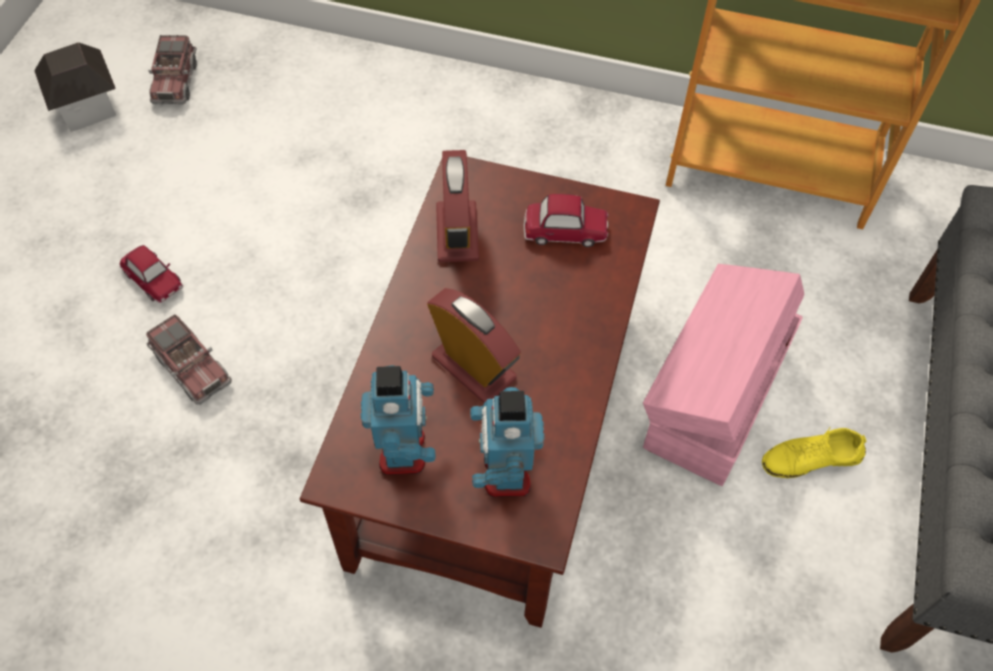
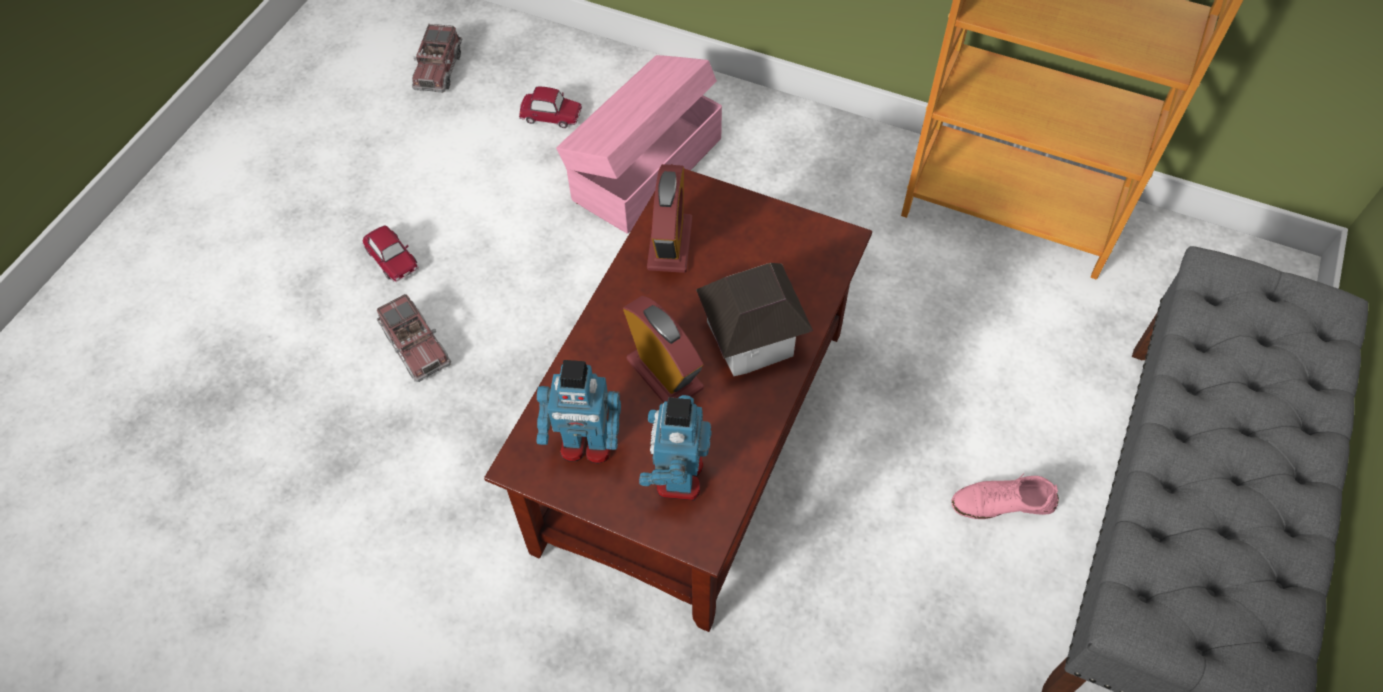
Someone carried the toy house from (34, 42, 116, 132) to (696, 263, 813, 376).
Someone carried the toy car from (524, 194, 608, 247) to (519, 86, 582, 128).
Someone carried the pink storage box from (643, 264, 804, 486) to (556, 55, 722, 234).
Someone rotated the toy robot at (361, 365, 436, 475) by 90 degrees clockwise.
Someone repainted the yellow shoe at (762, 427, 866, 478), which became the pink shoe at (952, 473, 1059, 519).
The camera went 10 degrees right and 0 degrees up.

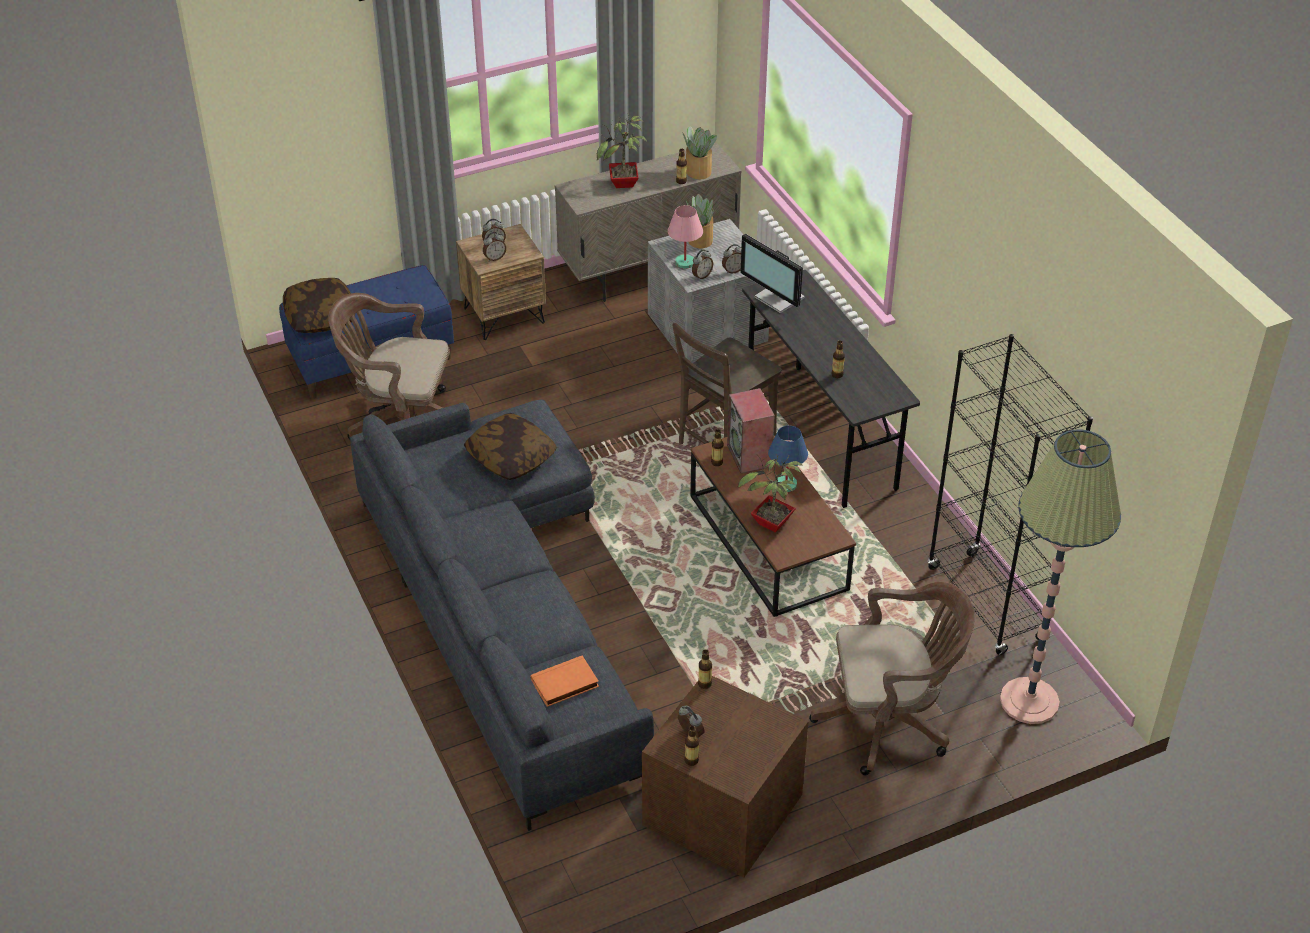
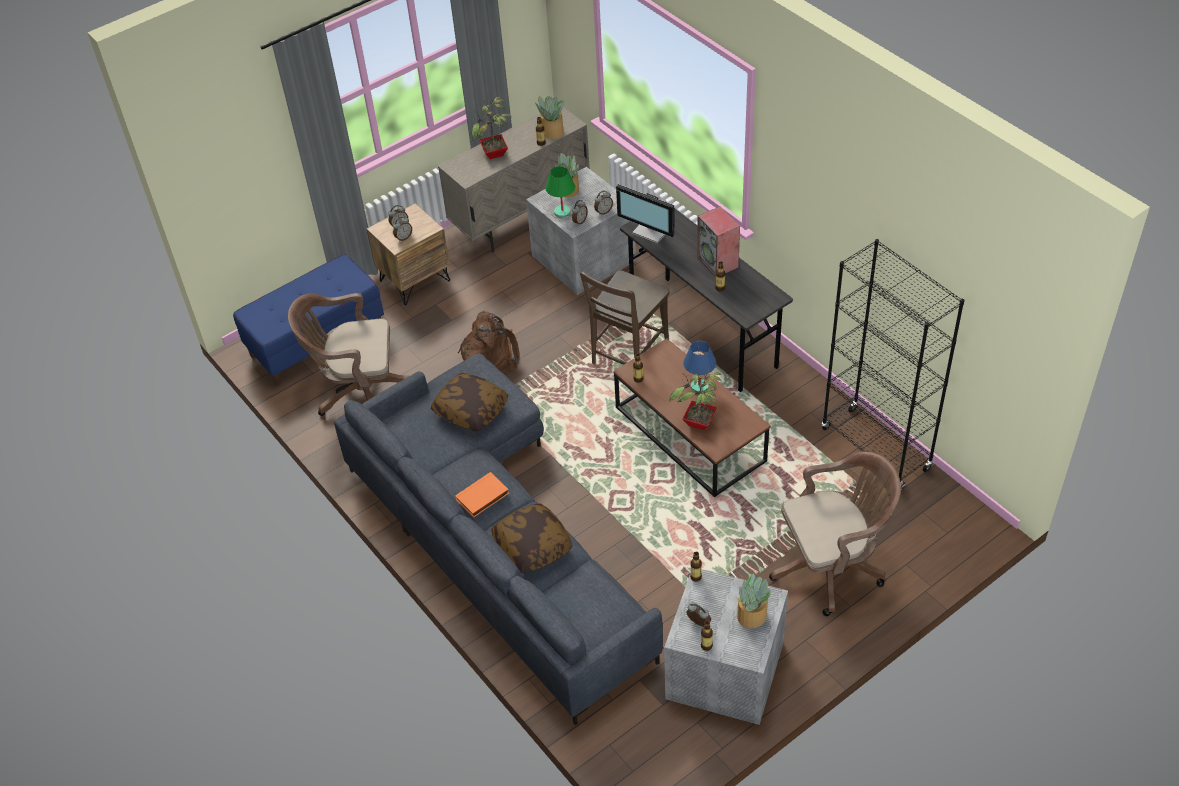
Someone repainted the pink table lamp at (668, 205, 703, 269), which became the green table lamp at (545, 166, 575, 218).
Someone carried the pillow from (283, 278, 355, 333) to (491, 503, 573, 573).
Someone carried the speaker from (727, 388, 775, 473) to (697, 206, 740, 277).
Someone took away the floor lamp at (1000, 429, 1121, 724).
Someone carried the orange book from (531, 655, 599, 707) to (455, 472, 509, 517).
Someone repainted the brown storage box at (642, 676, 809, 877), which became the grey storage box at (664, 569, 788, 725).
Someone put down the brown backpack at (458, 311, 520, 372).
Someone put down the potted plant at (735, 573, 770, 628).
The camera went 10 degrees left and 5 degrees up.

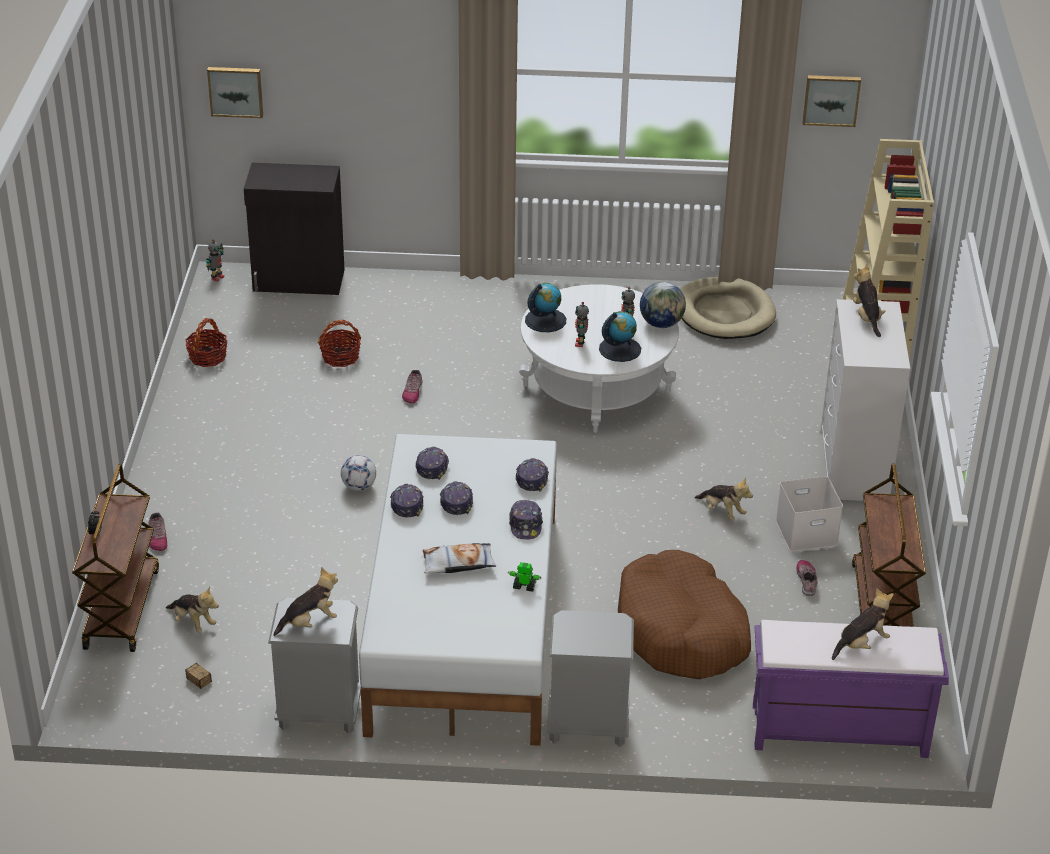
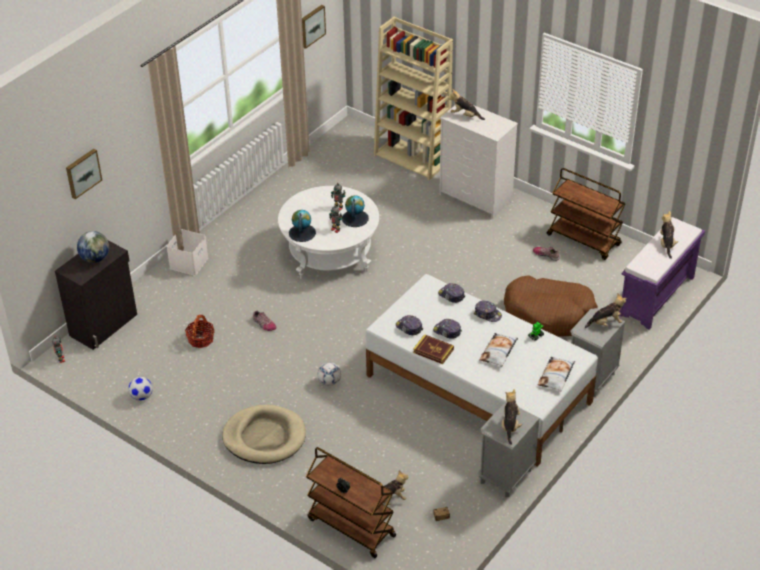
Someone carried the picture from (207, 67, 263, 118) to (66, 149, 102, 199).
Someone carried the beige dog bed from (680, 277, 776, 339) to (222, 405, 306, 464).
Someone carried the globe from (640, 282, 686, 328) to (77, 231, 109, 263).
Someone swapped the basket at (186, 318, 227, 367) for the football at (129, 377, 153, 401).
Someone carried the white storage box from (776, 476, 843, 552) to (166, 229, 208, 276).
Someone carried the plush toy from (694, 477, 753, 520) to (585, 293, 626, 328).
Someone swapped the cap at (390, 484, 424, 518) for the book at (413, 334, 454, 364).
Someone took away the shoe at (149, 513, 167, 551).
Someone put down the pillow at (538, 357, 575, 391).
The camera went 55 degrees left and 5 degrees up.

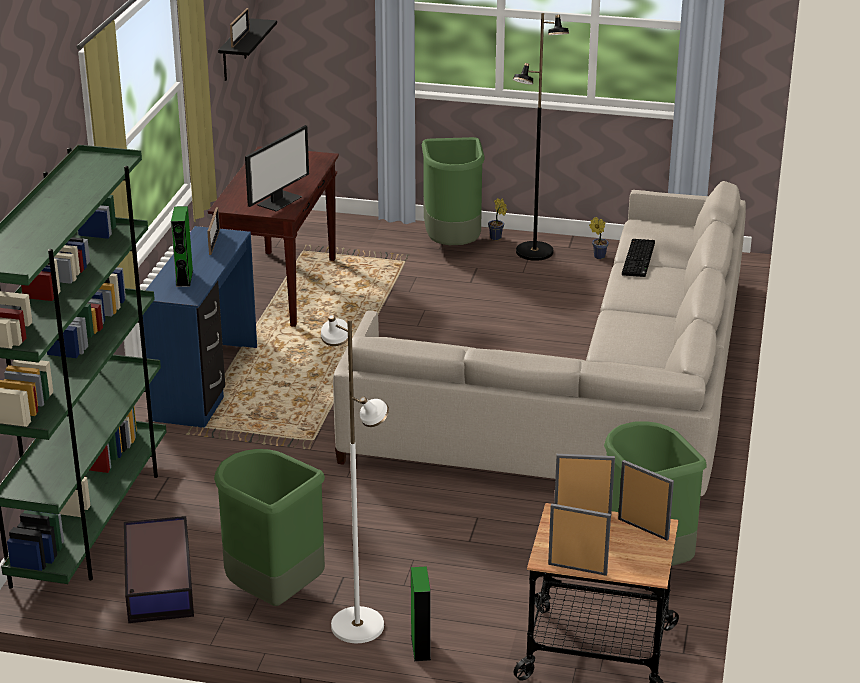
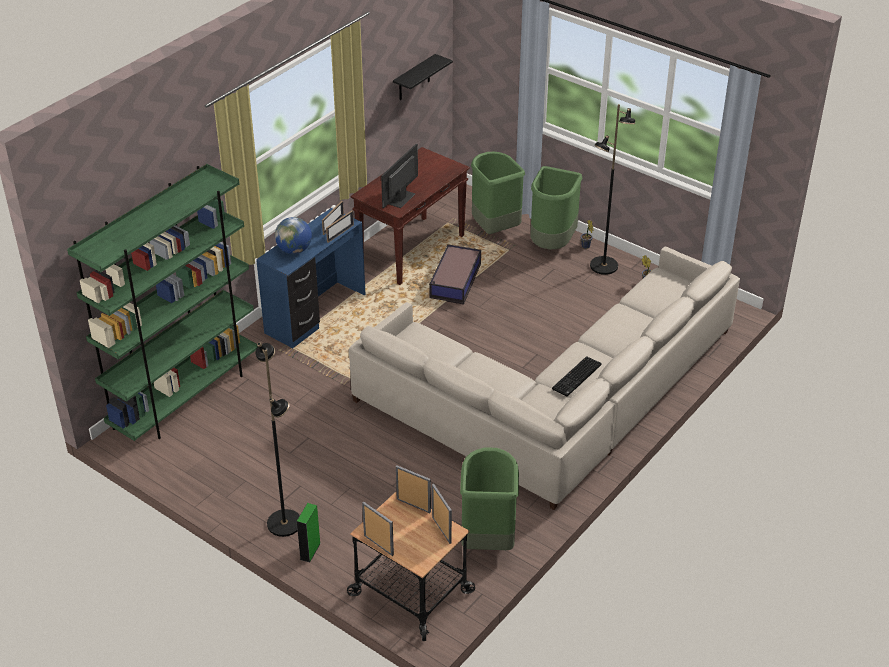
Someone carried the picture frame from (230, 8, 250, 48) to (326, 210, 354, 243).
Someone rotated the monitor at (245, 125, 309, 212) by 150 degrees clockwise.
Someone swapped the green speaker at (171, 206, 193, 287) for the globe at (275, 217, 312, 254).
Someone carried the keyboard from (622, 239, 655, 277) to (552, 356, 601, 396).
Someone repainted the white floor lamp at (321, 314, 389, 643), which became the black floor lamp at (255, 342, 300, 537).
Someone carried the green trash can from (214, 449, 325, 606) to (471, 152, 525, 234).
Someone carried the storage box from (124, 516, 194, 623) to (429, 244, 481, 305).
The camera went 25 degrees right and 10 degrees up.

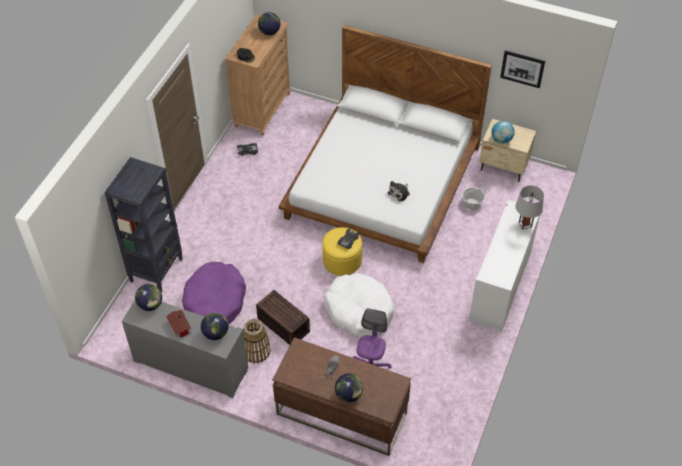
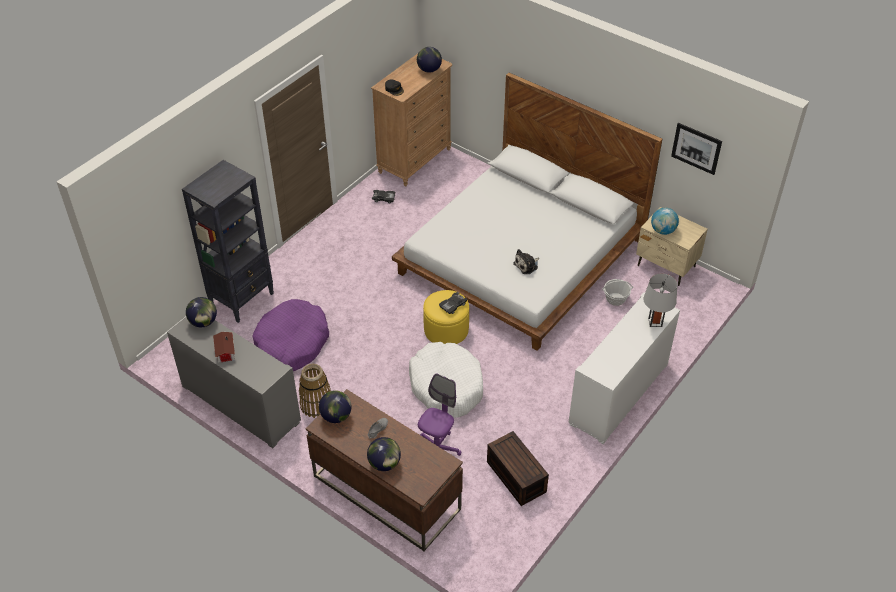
Someone carried the brown storage box from (256, 290, 310, 345) to (487, 431, 549, 506).
Someone carried the globe from (201, 313, 228, 340) to (319, 390, 352, 423).
The camera went 15 degrees right and 5 degrees down.

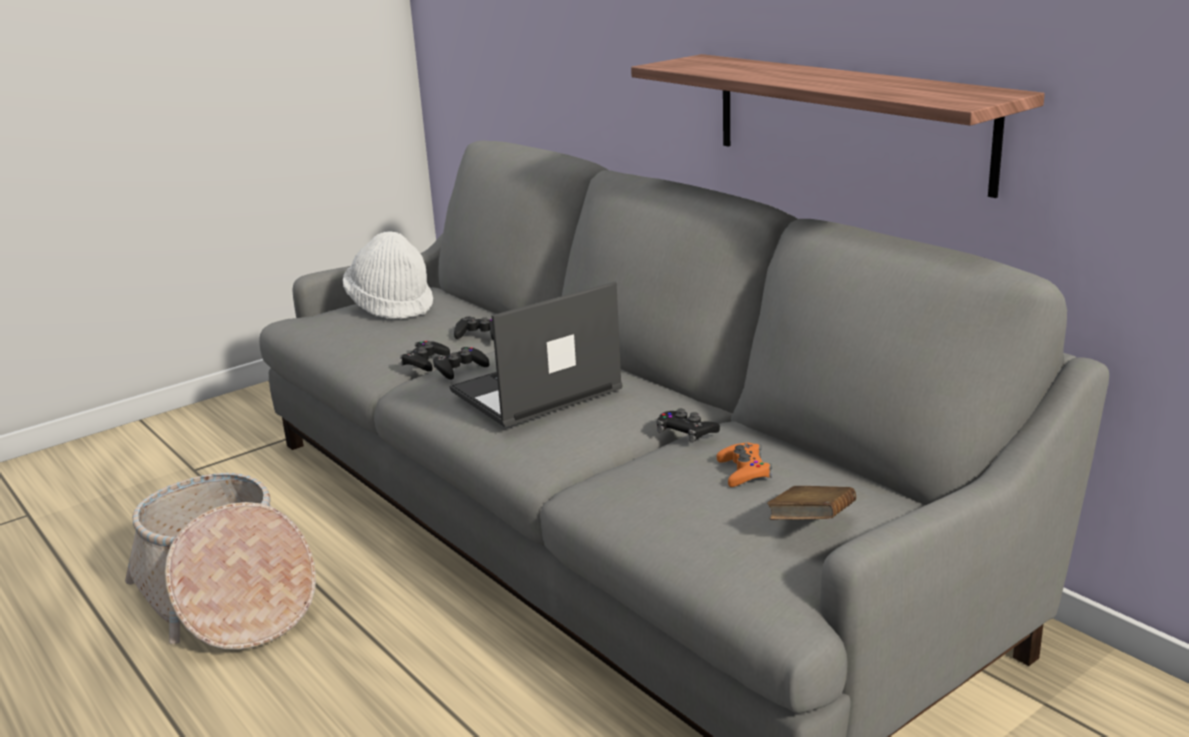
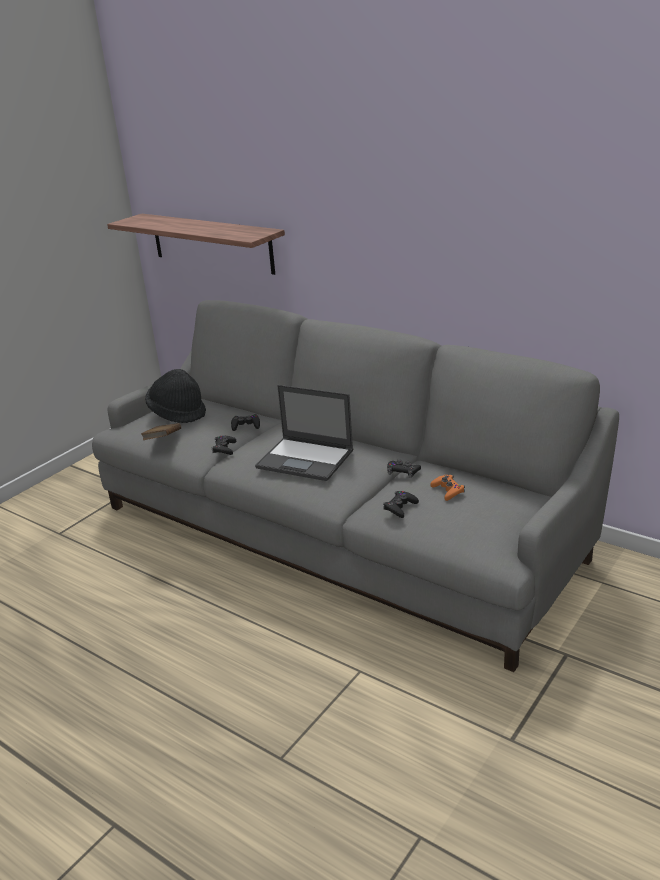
Someone carried the shelf from (631, 54, 1045, 198) to (107, 214, 285, 275).
Someone repainted the white hat at (343, 231, 433, 320), which became the black hat at (145, 369, 206, 423).
Someone rotated the laptop at (450, 282, 623, 427) by 105 degrees counterclockwise.
Someone carried the black game controller from (433, 347, 489, 380) to (383, 491, 419, 518).
Someone took away the basket at (125, 473, 316, 650).
Someone carried the brown book from (767, 486, 856, 520) to (141, 423, 181, 440).
The camera went 15 degrees left and 5 degrees up.

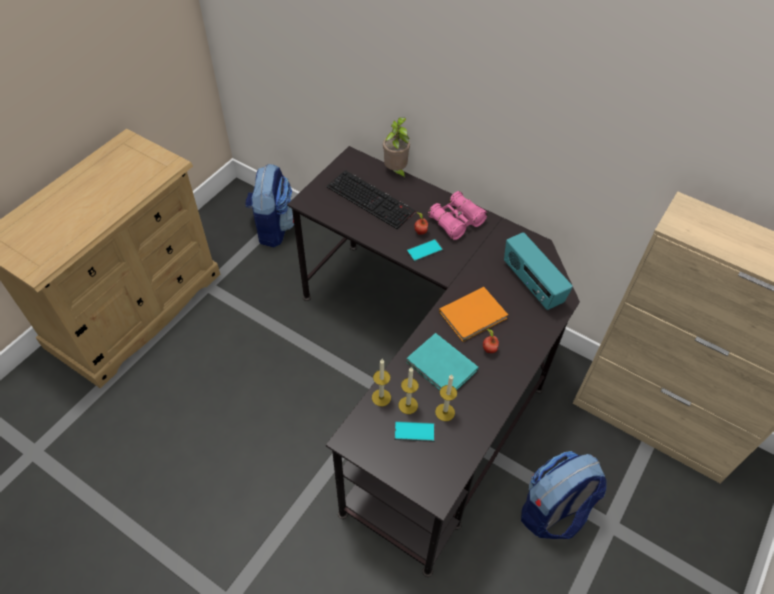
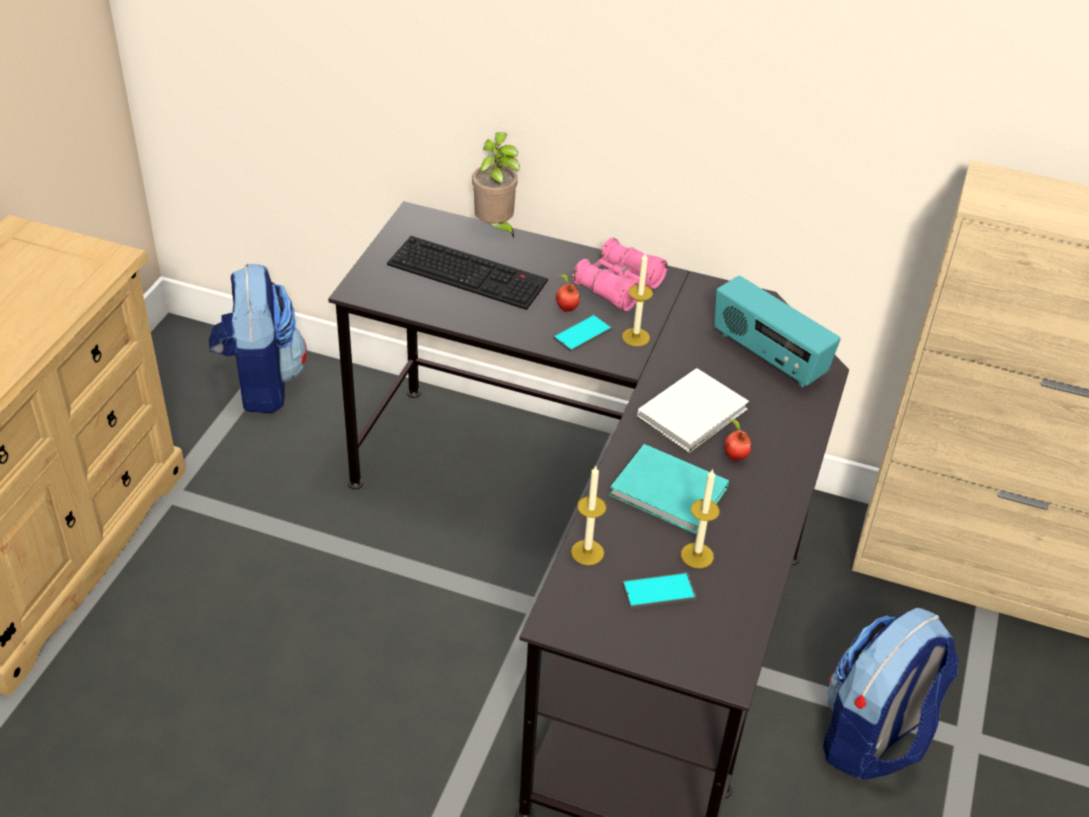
Someone repainted the orange book at (439, 287, 508, 342), which became the white book at (637, 368, 749, 453).
Someone carried the candle from (399, 367, 419, 414) to (622, 252, 653, 347).
The camera went 15 degrees left and 10 degrees down.

